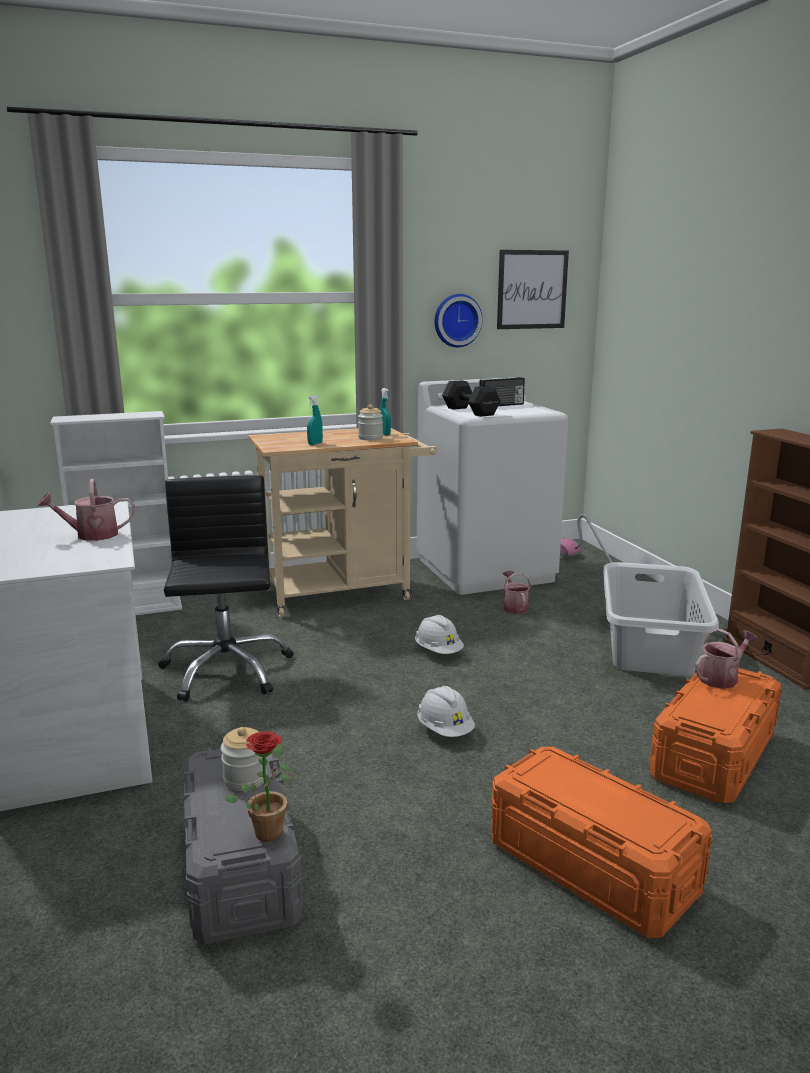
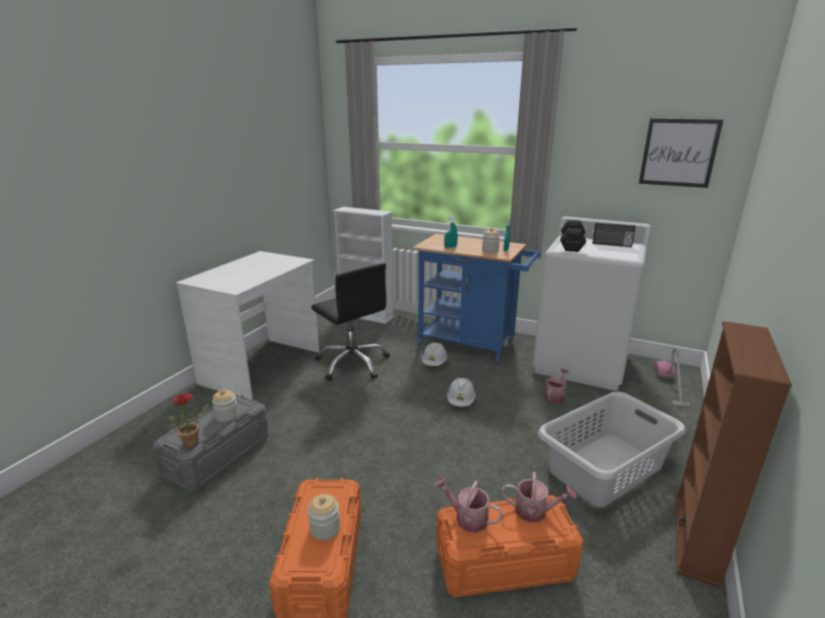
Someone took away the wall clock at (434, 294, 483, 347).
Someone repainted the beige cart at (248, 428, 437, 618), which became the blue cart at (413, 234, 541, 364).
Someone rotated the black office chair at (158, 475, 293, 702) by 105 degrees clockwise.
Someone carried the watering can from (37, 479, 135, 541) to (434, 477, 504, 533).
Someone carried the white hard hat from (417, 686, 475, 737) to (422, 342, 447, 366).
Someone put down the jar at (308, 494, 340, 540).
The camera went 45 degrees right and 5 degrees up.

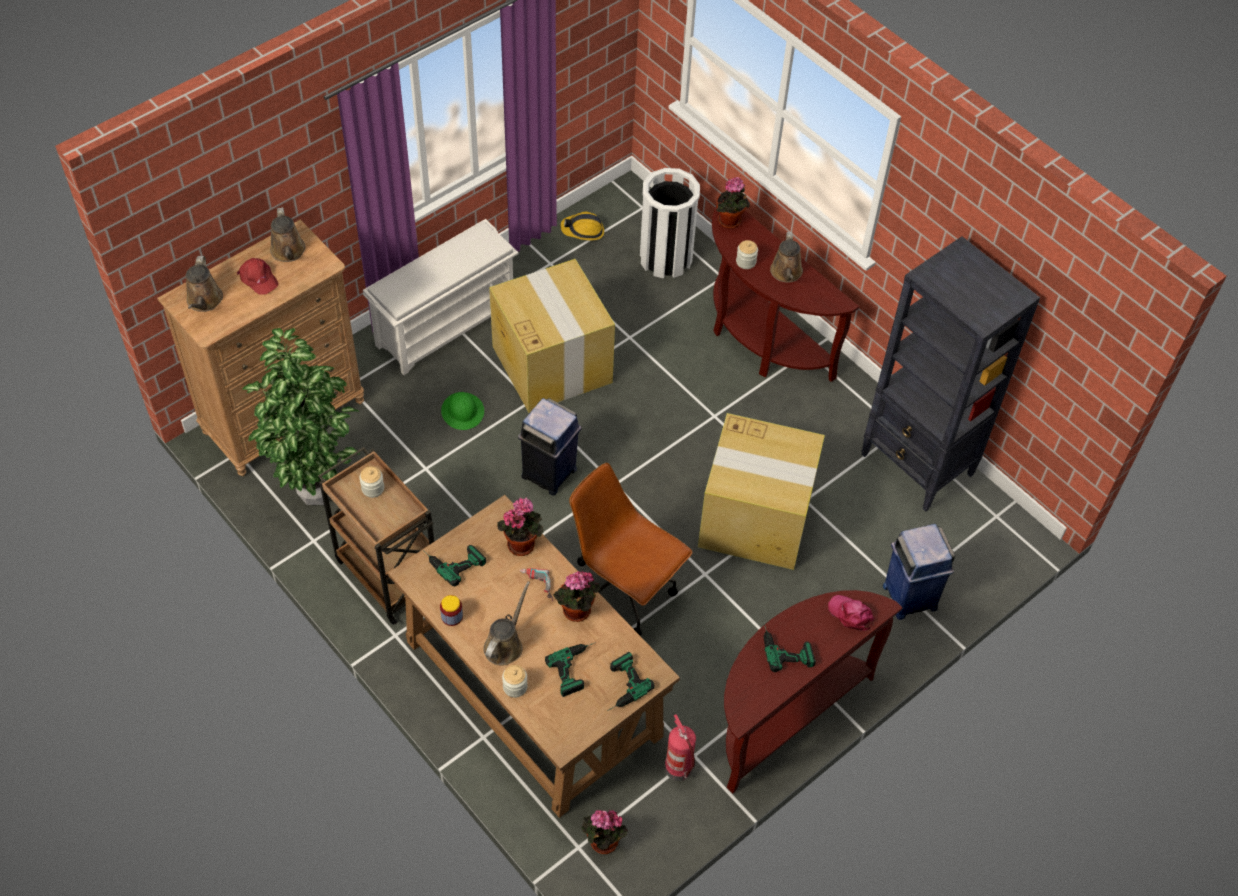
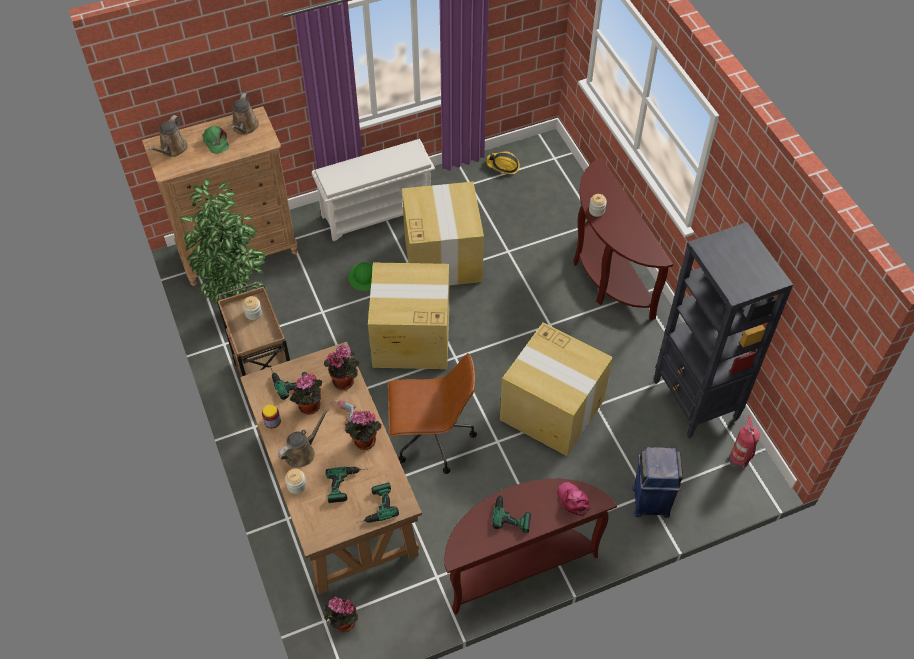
Someone took away the white trash can at (640, 168, 700, 279).
Someone carried the potted plant from (716, 177, 750, 229) to (290, 373, 322, 415).
Someone took away the brown watering can at (770, 232, 803, 283).
Someone repainted the red cap at (237, 258, 279, 295), which became the green cap at (203, 126, 229, 154).
Someone swapped the blue trash can at (518, 398, 582, 496) for the cardboard box at (368, 262, 449, 369).
Someone rotated the brown office chair at (569, 463, 693, 636) by 120 degrees clockwise.
Someone carried the fire extinguisher from (665, 714, 696, 781) to (729, 415, 760, 469).
The camera went 20 degrees right and 0 degrees up.

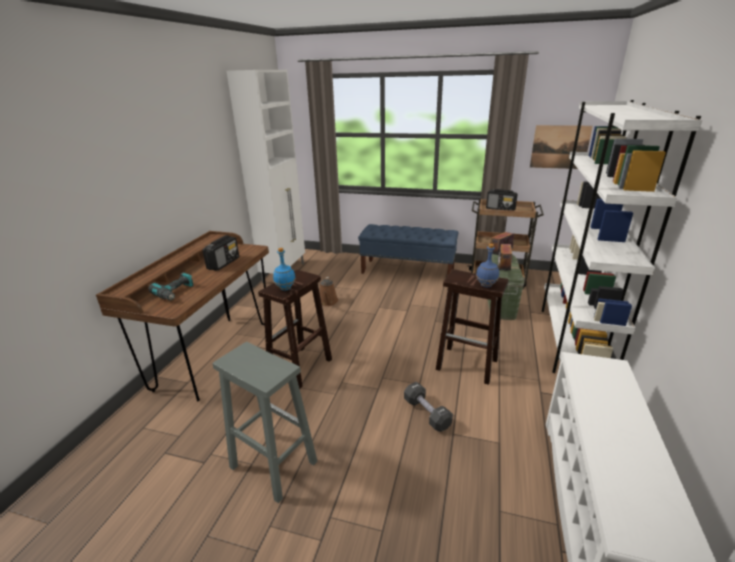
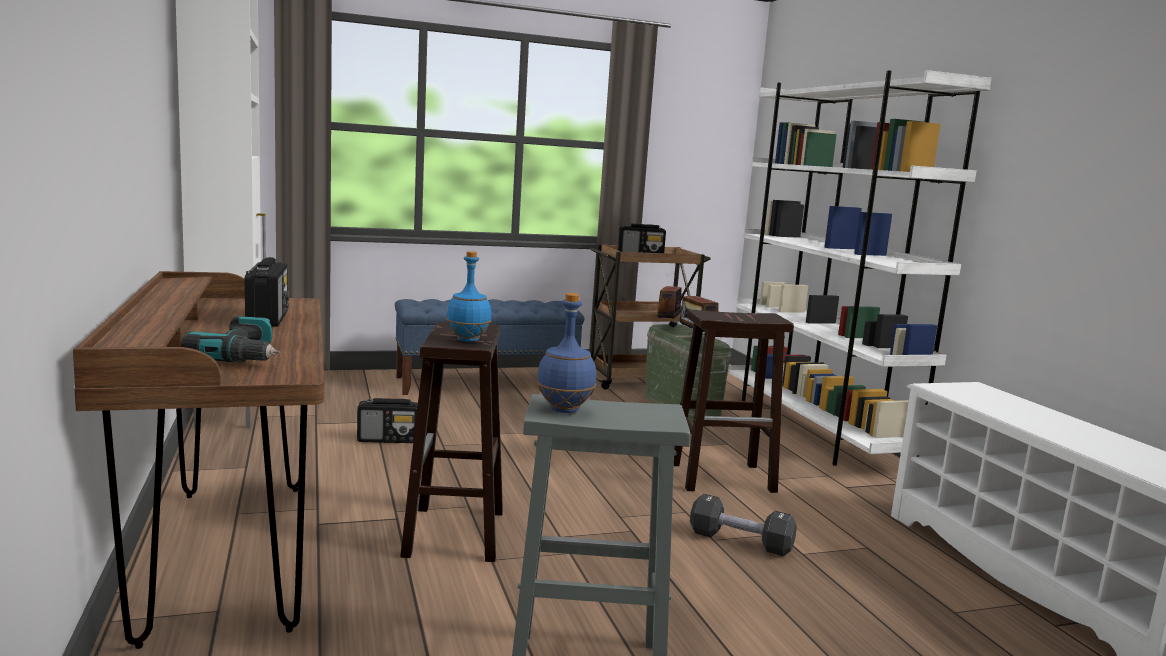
Someone took away the picture at (530, 125, 593, 169).
Someone carried the blue bottle from (476, 244, 499, 287) to (537, 293, 596, 413).
Someone swapped the brown watering can at (319, 277, 338, 306) for the radio at (357, 398, 418, 443).
The camera went 35 degrees left and 15 degrees down.

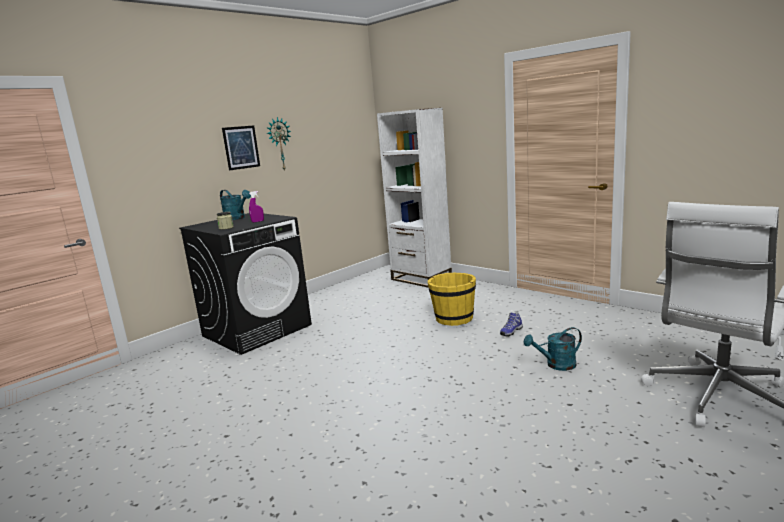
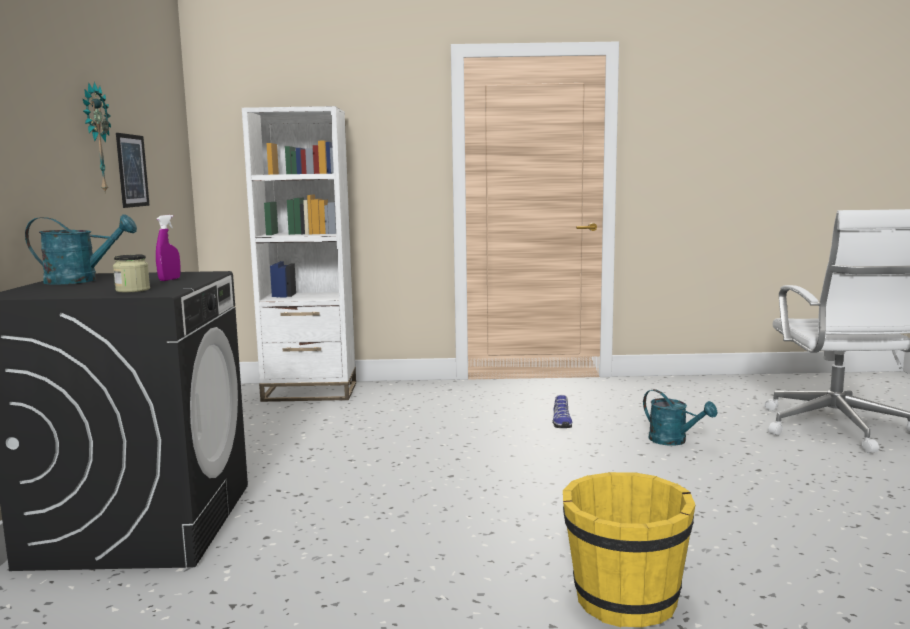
Someone carried the picture from (222, 125, 260, 171) to (116, 133, 150, 208).
Someone carried the yellow bucket from (428, 273, 476, 326) to (563, 472, 696, 627).
Someone rotated the turquoise watering can at (524, 327, 582, 371) by 75 degrees counterclockwise.
The camera went 45 degrees left and 5 degrees down.

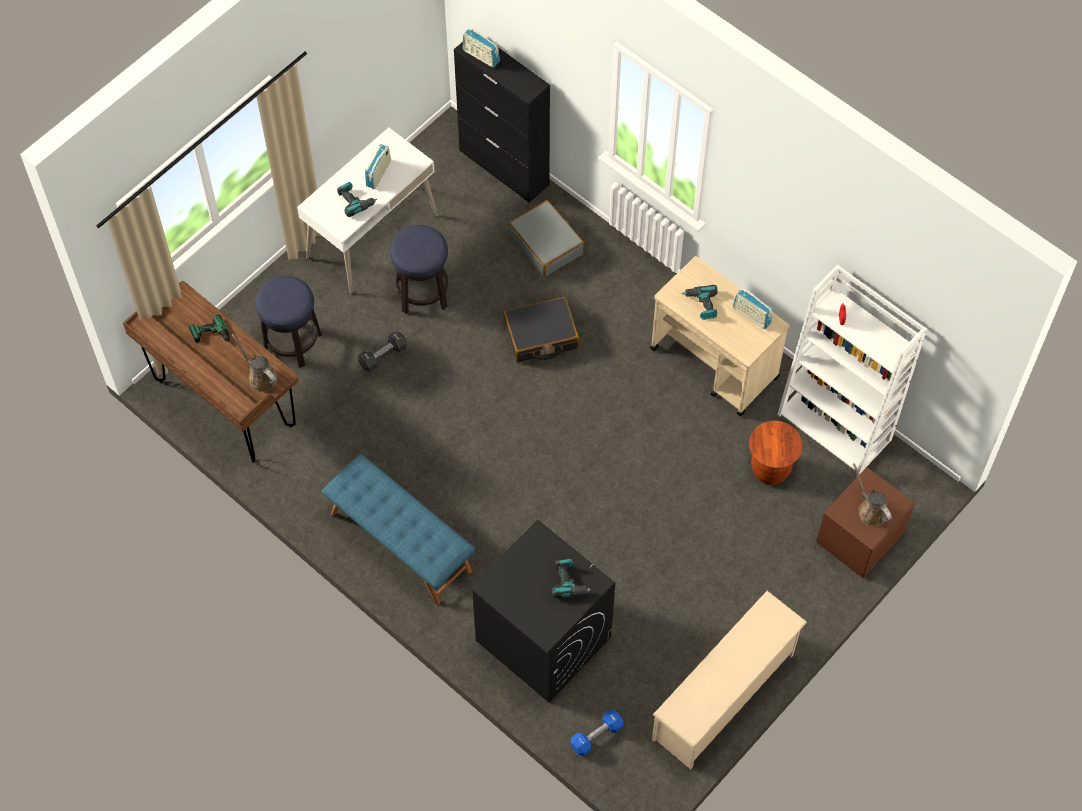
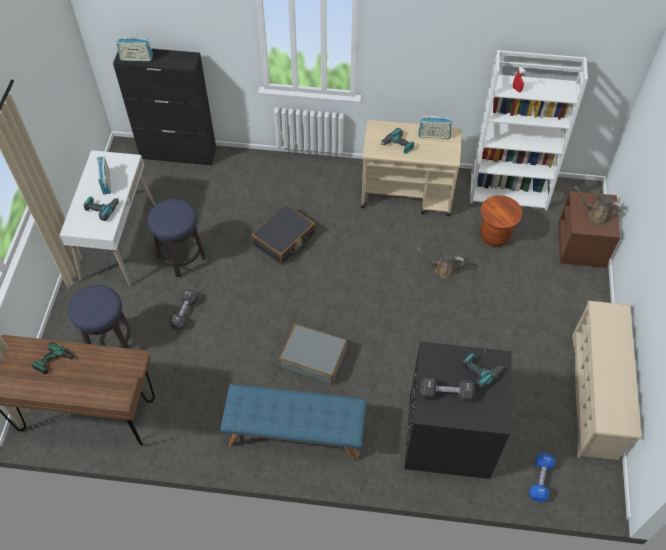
Someone carried the grey suitcase from (508, 200, 584, 277) to (279, 324, 347, 384).
Someone carried the brown watering can from (232, 334, 277, 392) to (417, 248, 464, 279).
Someone put down the black dumbbell at (420, 377, 475, 402).
The camera went 35 degrees left and 5 degrees down.

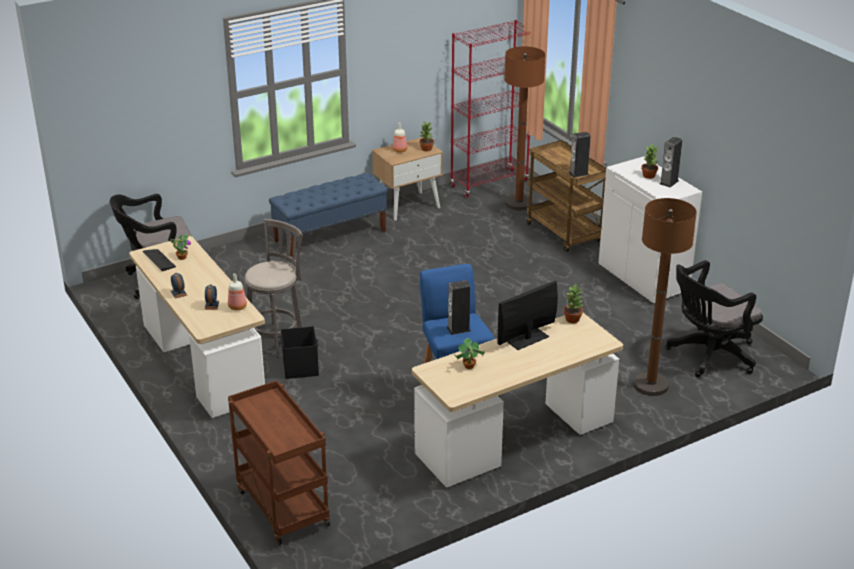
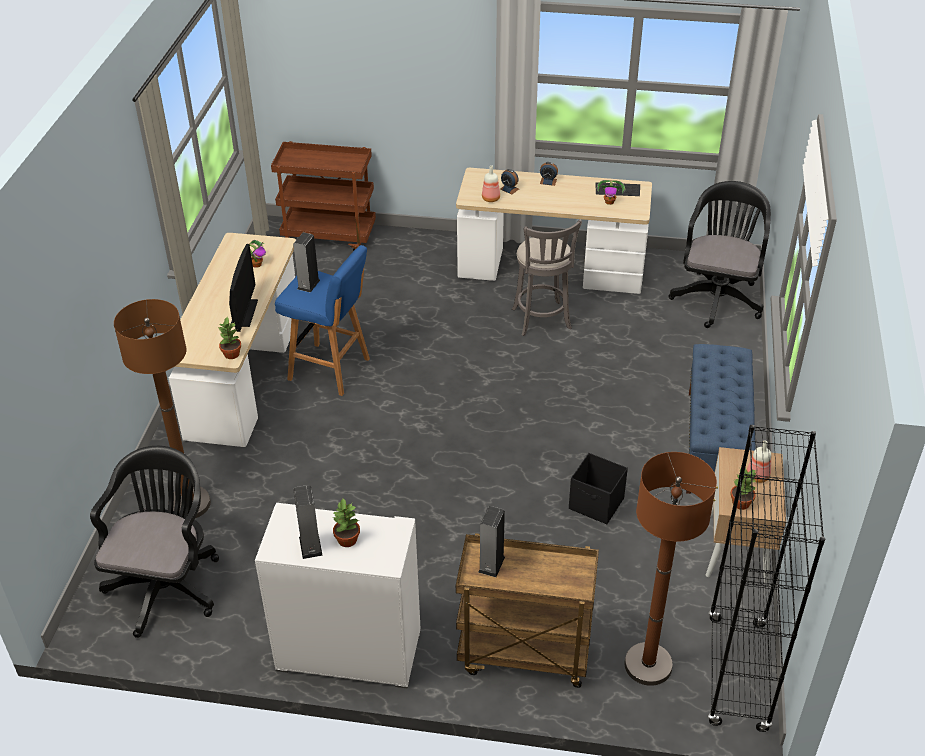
Someone repainted the red bookcase at (450, 20, 530, 198), which became the black bookcase at (708, 425, 825, 732).
Someone carried the black storage box from (281, 326, 319, 379) to (569, 453, 628, 524).
The camera went 130 degrees right and 10 degrees up.

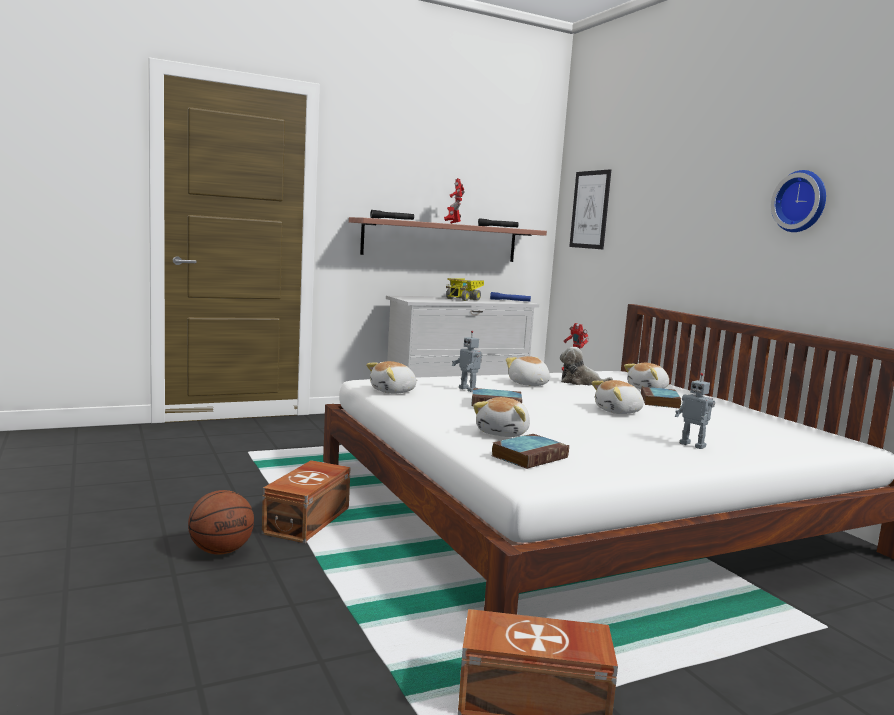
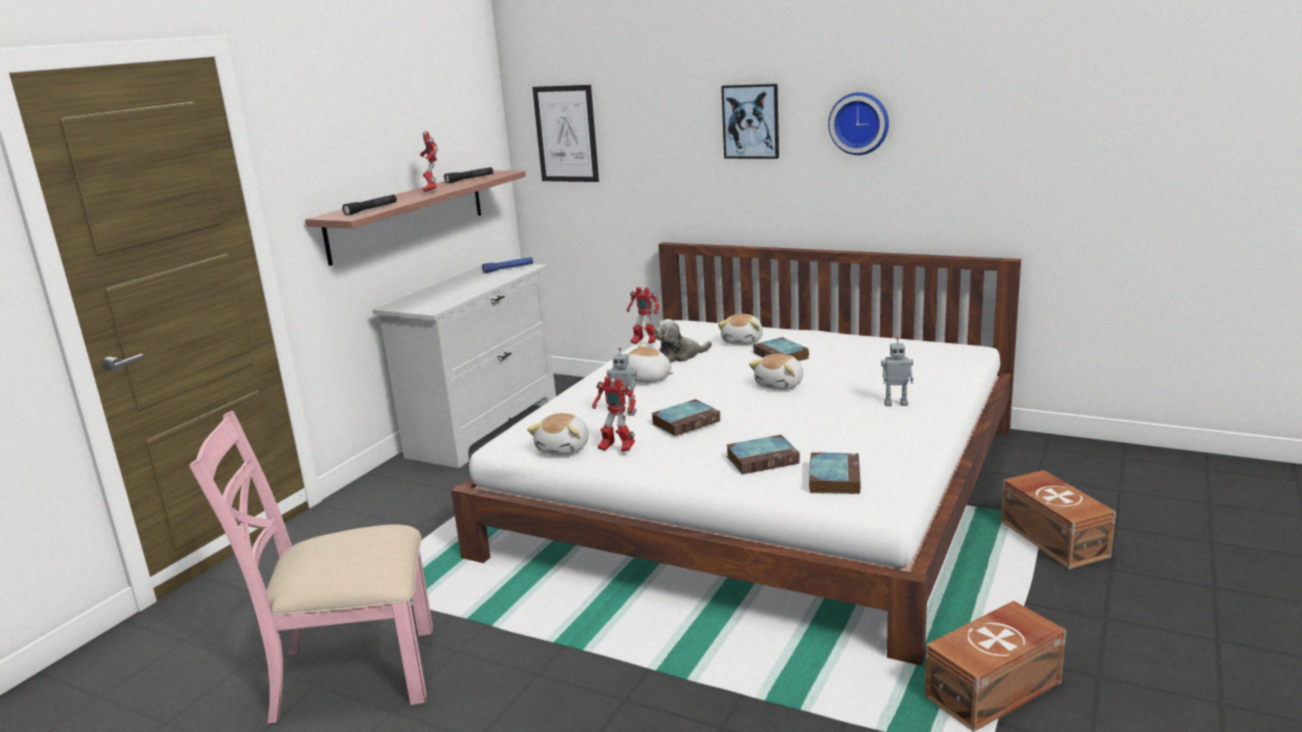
Someone took away the toy truck at (446, 278, 484, 301).
Someone swapped the plush toy at (473, 397, 530, 437) for the book at (726, 435, 800, 474).
Someone carried the brown storage box from (262, 460, 351, 543) to (1001, 470, 1116, 569).
Someone took away the basketball at (188, 490, 254, 555).
Someone put up the picture at (721, 84, 779, 159).
Someone put down the toy robot at (592, 377, 636, 452).
Someone put down the pink chair at (189, 411, 433, 723).
The camera went 35 degrees left and 10 degrees up.

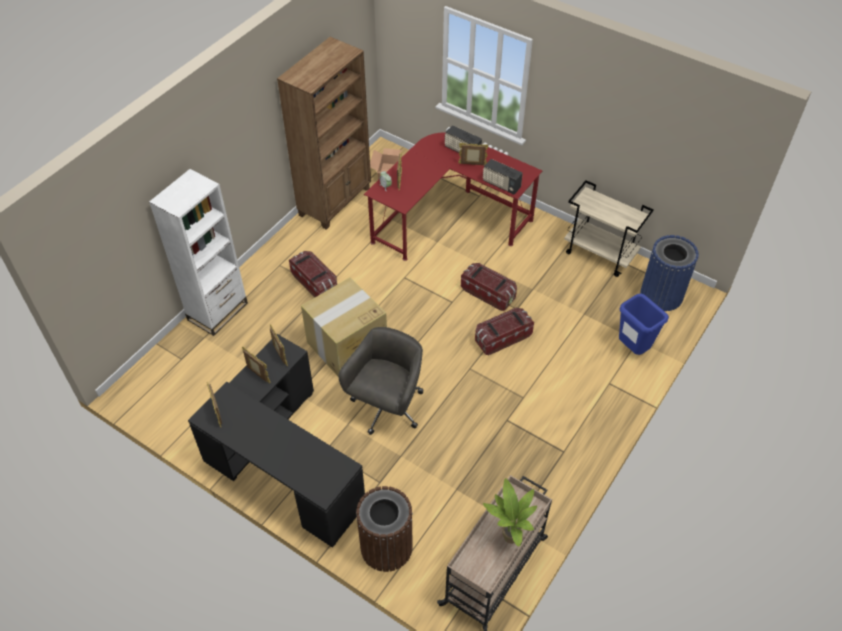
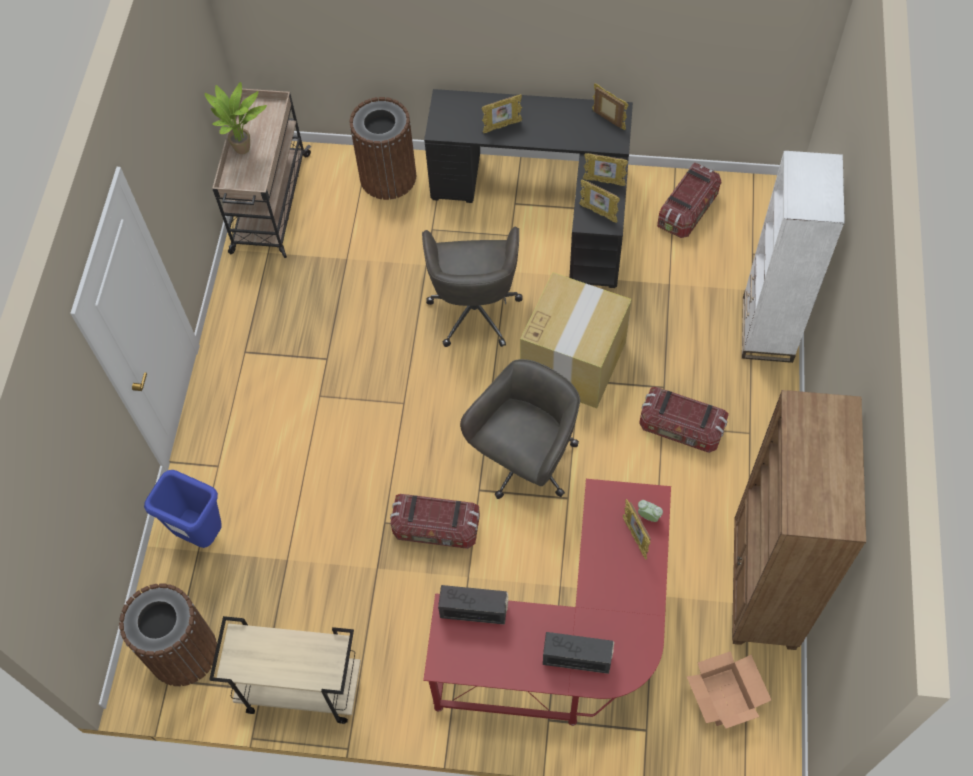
Someone carried the picture frame from (458, 143, 488, 165) to (482, 94, 522, 133).
Someone repainted the blue trash can at (640, 235, 699, 311), which became the brown trash can at (119, 583, 217, 686).
Someone carried the storage box from (475, 308, 534, 356) to (657, 163, 722, 238).
Someone put down the grey office chair at (460, 359, 580, 499).
The camera went 155 degrees right and 10 degrees up.

